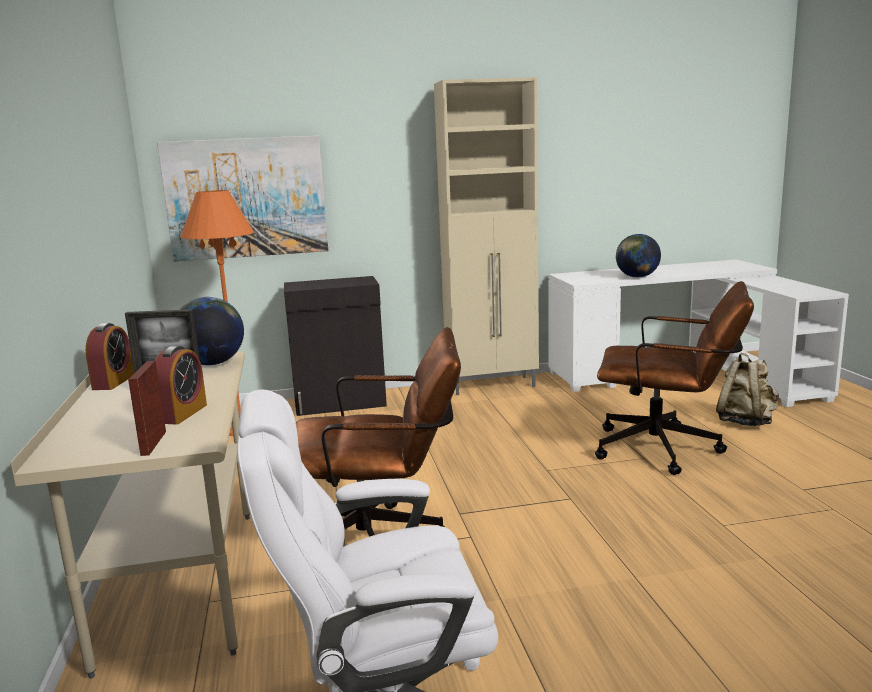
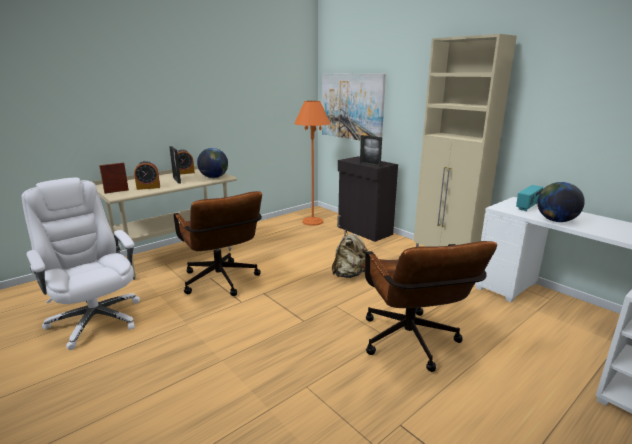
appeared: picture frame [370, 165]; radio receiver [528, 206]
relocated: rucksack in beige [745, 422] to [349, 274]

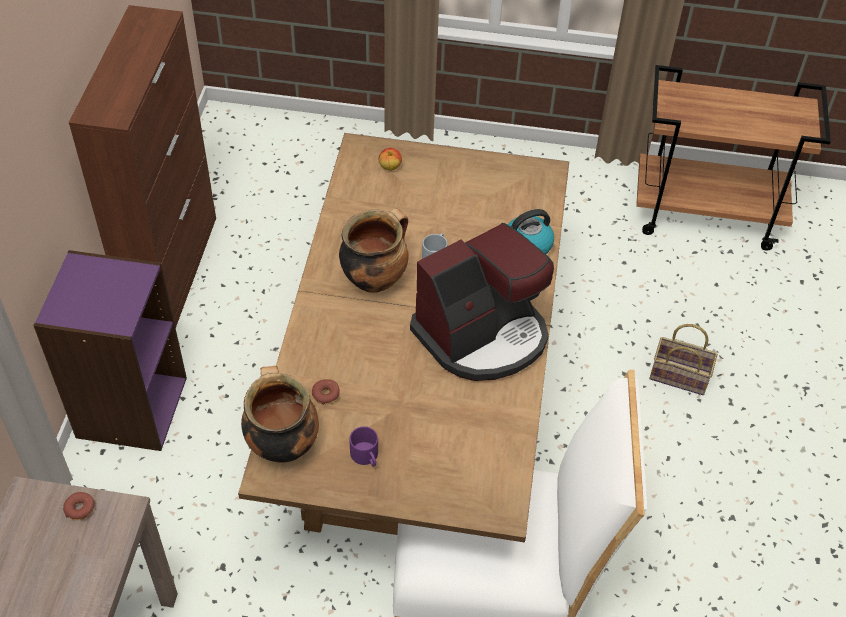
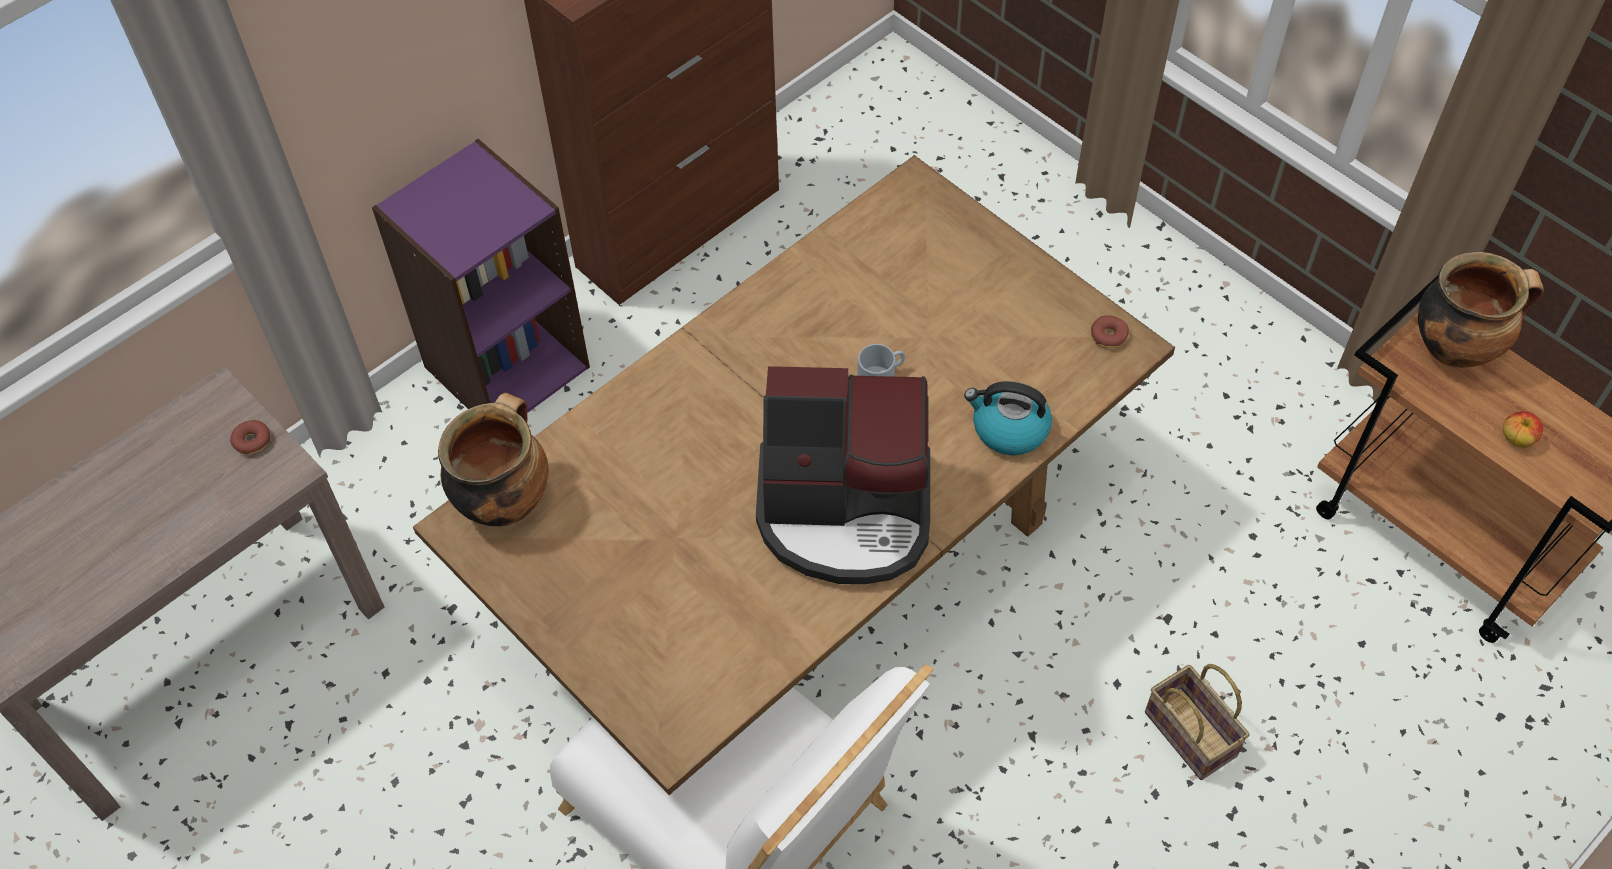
missing: tea mug in purple-coloured [367, 456]
relocated: apple fruit [390, 167] to [1517, 439]; cooking pot [374, 278] to [1455, 347]; ring doughnut [326, 394] to [1108, 336]

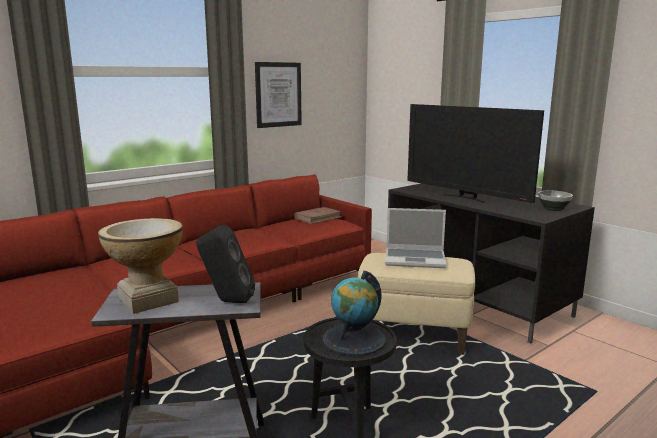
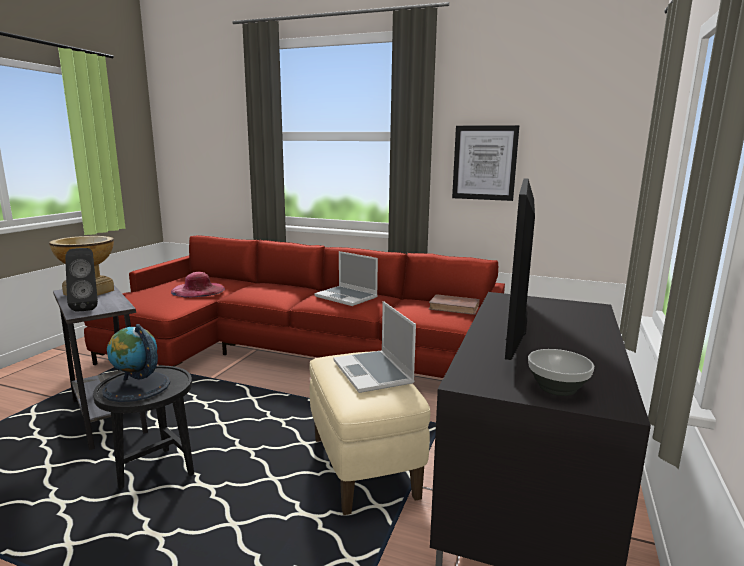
appeared: laptop [347, 297]; clothing hat in pink [198, 290]

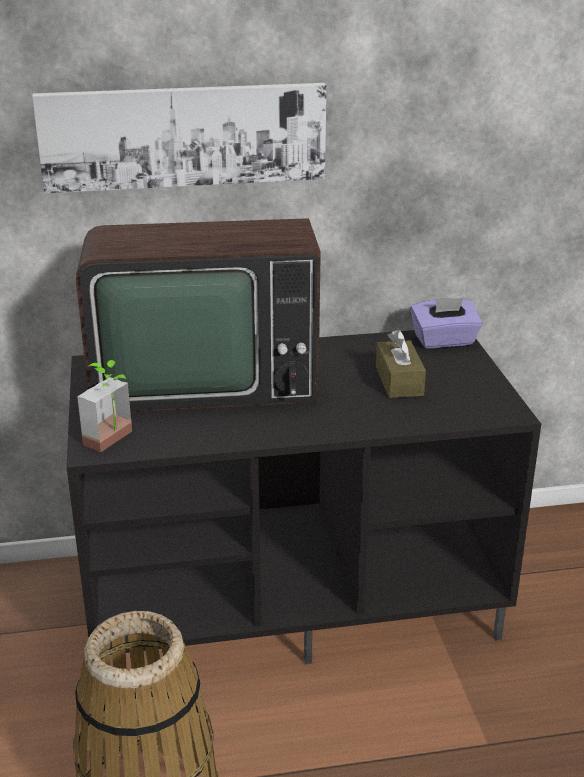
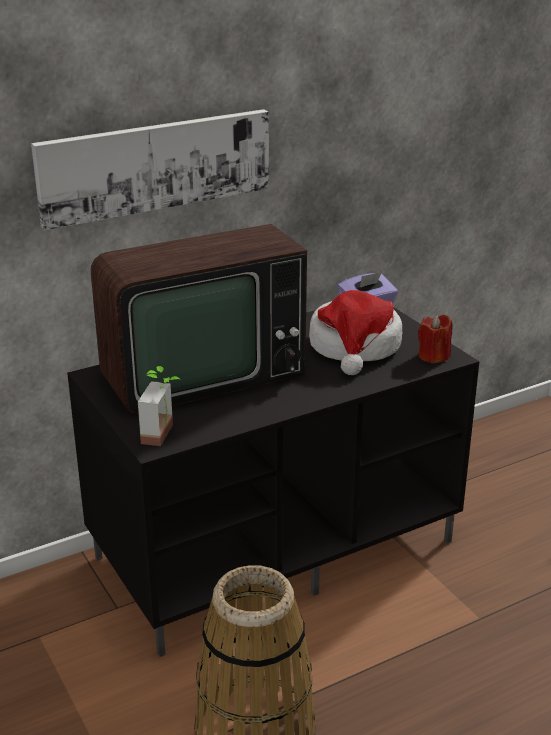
appeared: wax candle in red [433, 356]
exchanged: tissue holder in brownish [399, 381] to clothing hat [355, 347]

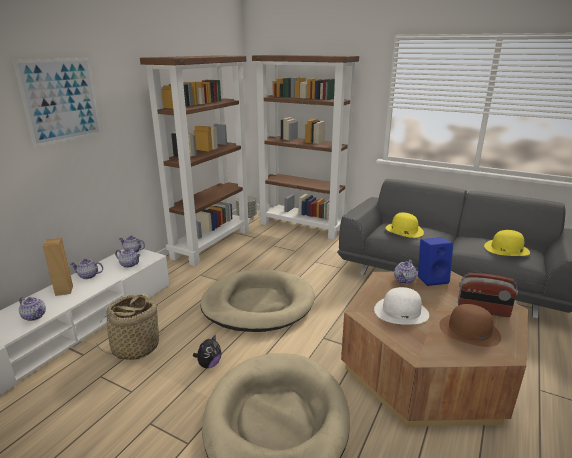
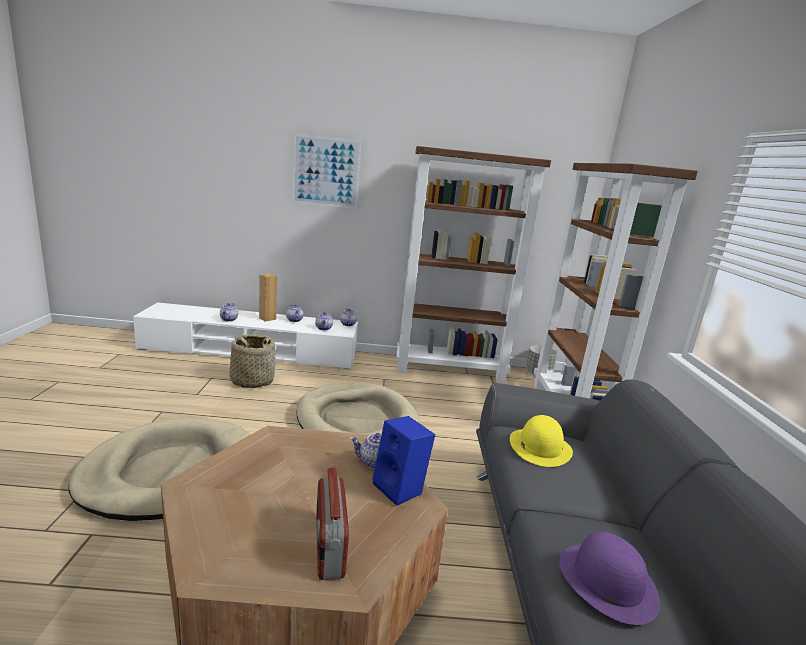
missing: clothing hat in whitish [401, 311]; clothing hat in brownish [469, 330]; soft toy [209, 364]
colour: clothing hat in yellow-coloured [506, 249] to clothing hat in purple-coloured [606, 580]

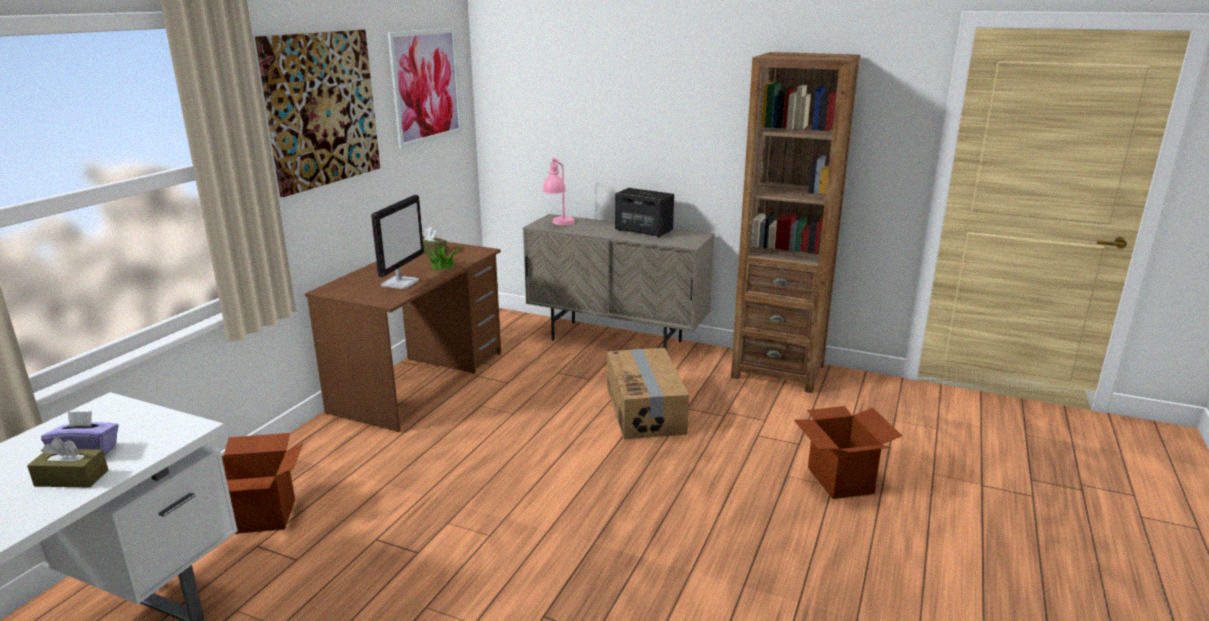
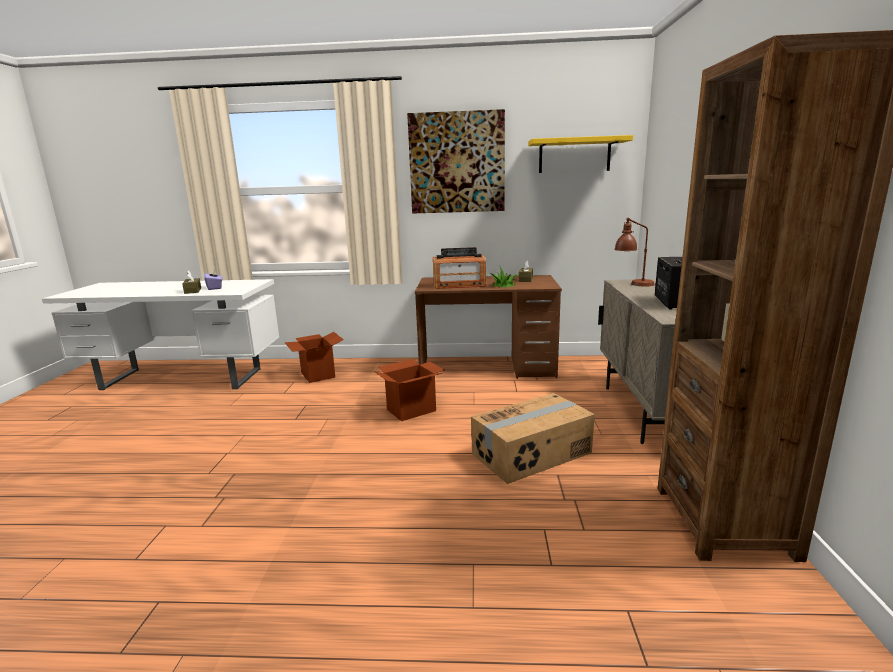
relocated: cardboard box [839, 480] to [411, 410]
exchanged: wall picture [426, 86] to wall shelf in yellow-coloured [574, 155]; computer display [400, 283] to radio receiver [459, 285]
colour: table lamp in pink [559, 224] to table lamp in brownish [632, 284]

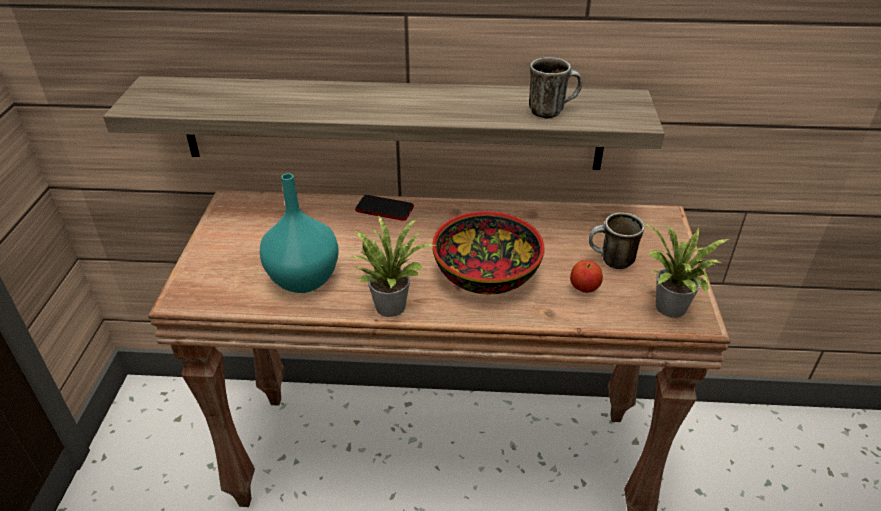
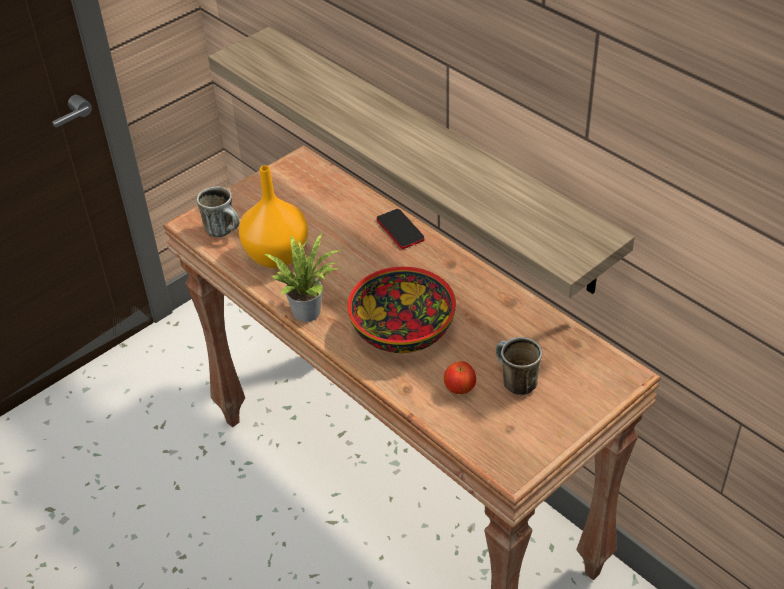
missing: potted plant [669, 310]
relocated: tea mug [551, 111] to [224, 231]
colour: decorative vase in turquoise-coloured [305, 280] to decorative vase in orange-coloured [277, 256]

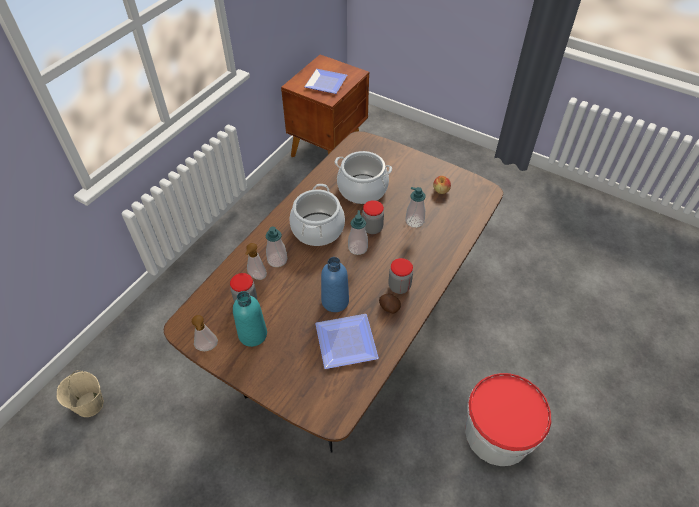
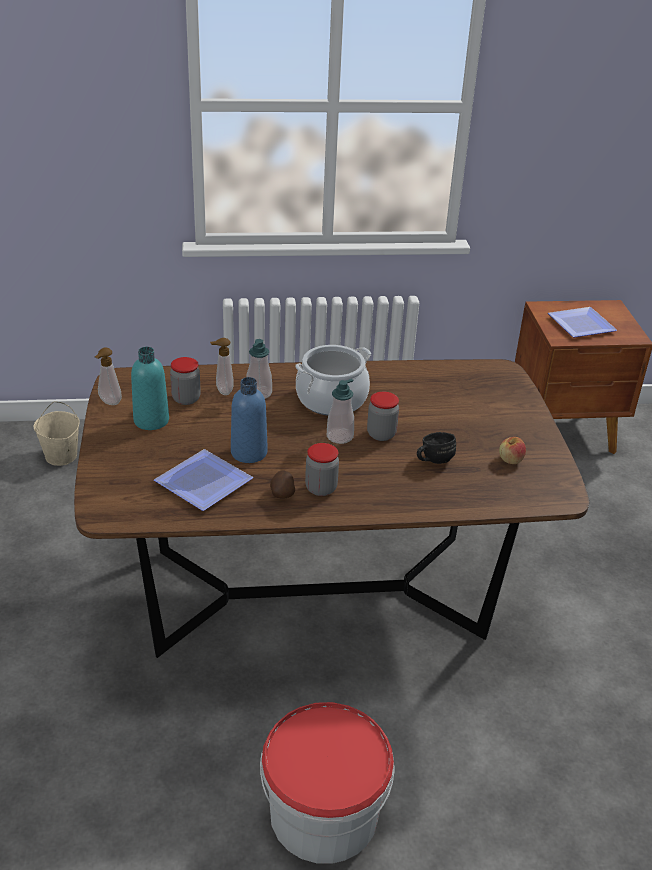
missing: cooking pot [362, 189]
exchanged: soap dispenser [414, 221] to tea mug in black-coloured [433, 460]

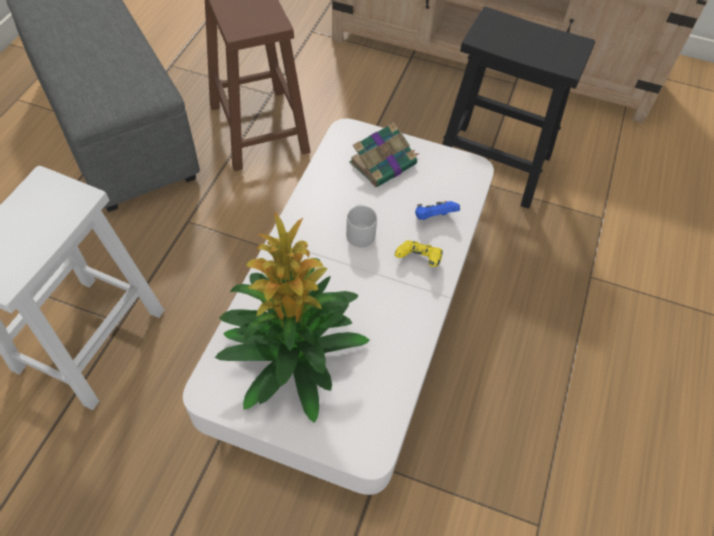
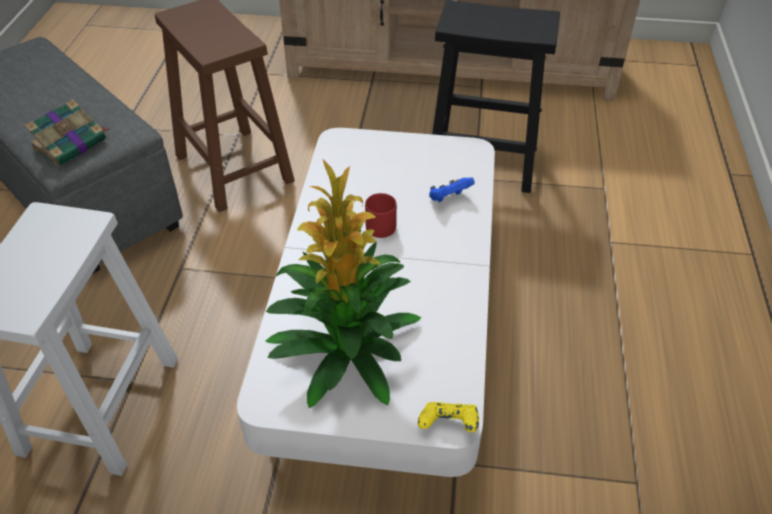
relocated: book [384, 163] to [71, 143]; gamepad in yellow-coloured [418, 260] to [448, 426]
colour: tea mug in greyish [360, 233] to tea mug in red [379, 225]

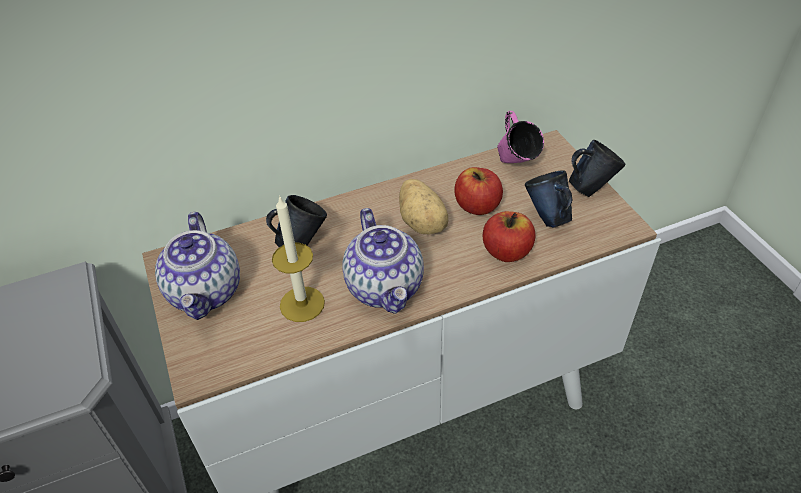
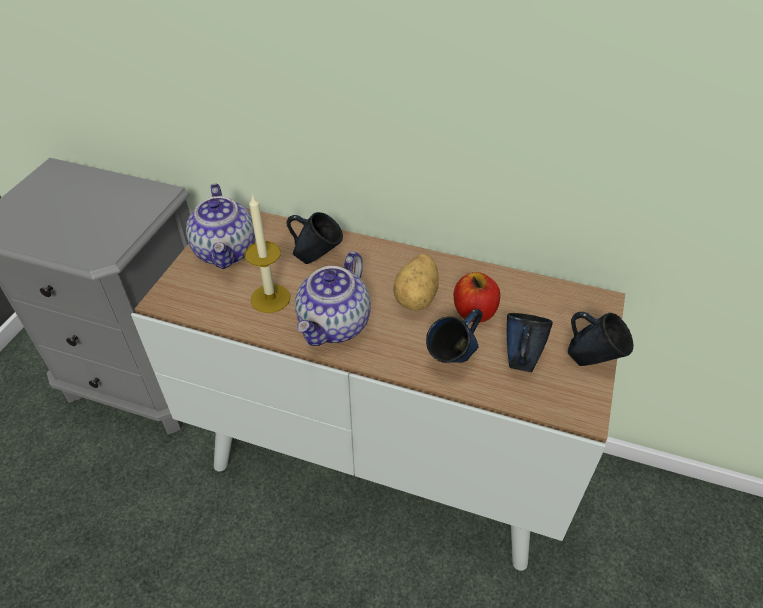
missing: tea mug in pink [515, 165]
exchanged: apple fruit [506, 252] to tea mug in blue-coloured [453, 361]
spun: teapot [206, 292] = [226, 251] 45 degrees counterclockwise

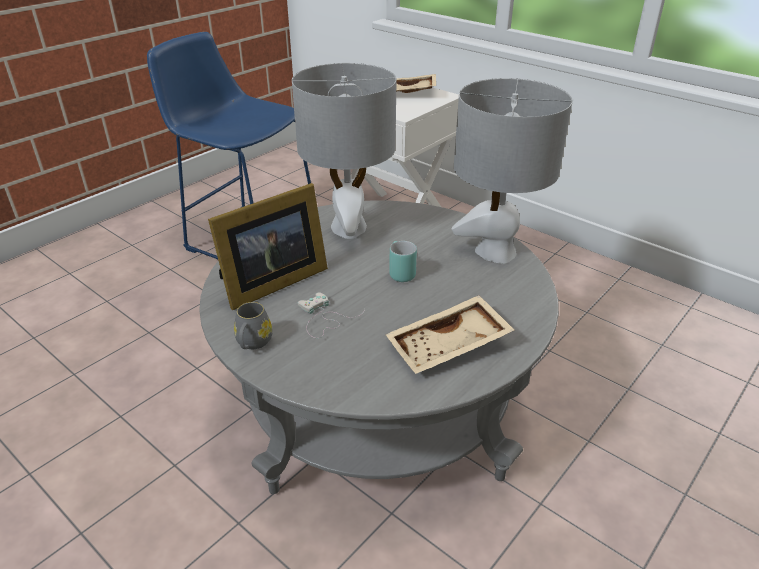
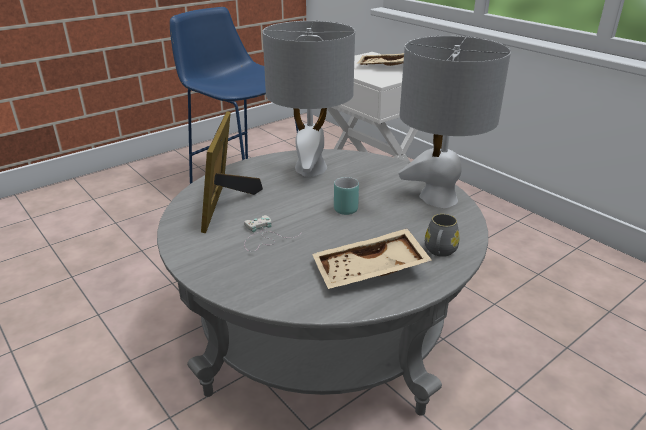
relocated: tea mug in greyish [252, 343] to [439, 252]
spun: picture frame [270, 283] = [227, 205] 120 degrees clockwise

